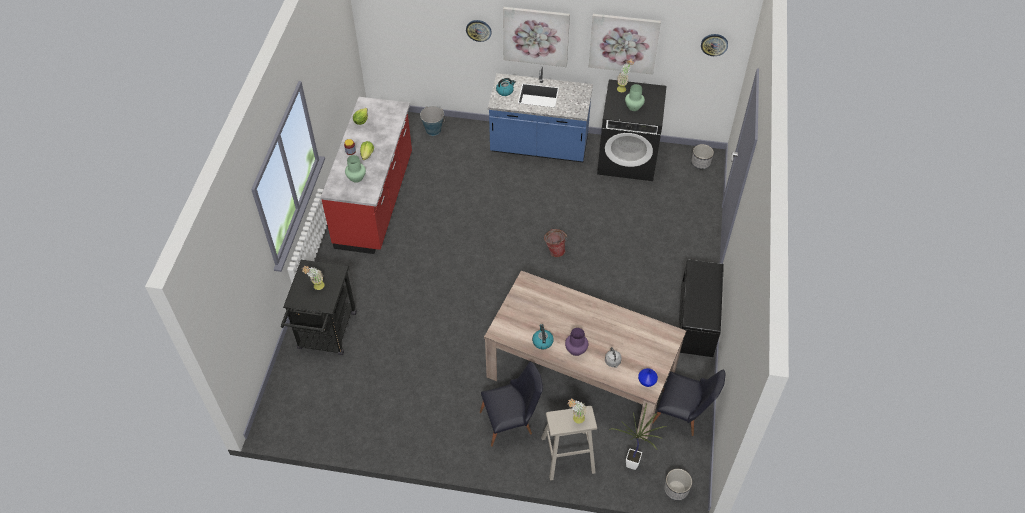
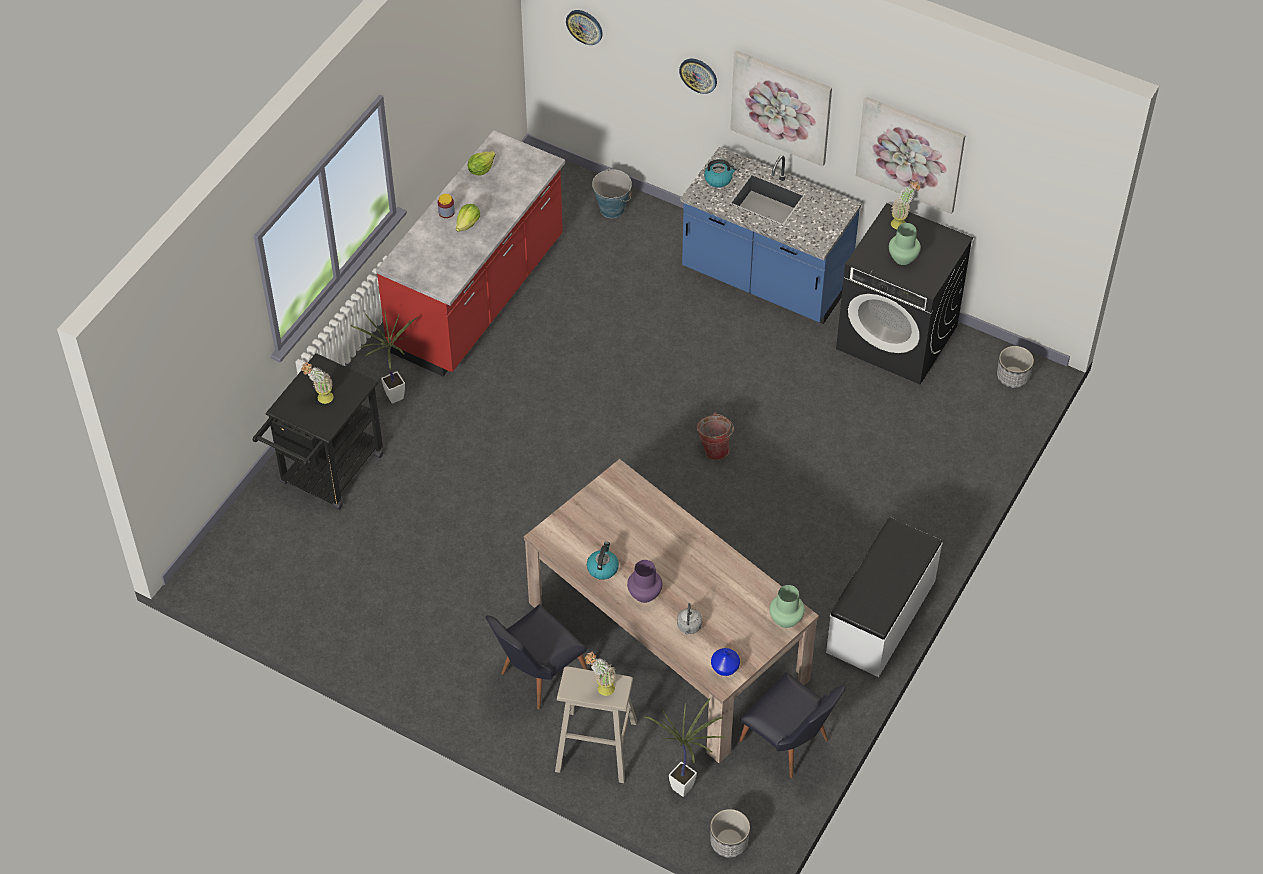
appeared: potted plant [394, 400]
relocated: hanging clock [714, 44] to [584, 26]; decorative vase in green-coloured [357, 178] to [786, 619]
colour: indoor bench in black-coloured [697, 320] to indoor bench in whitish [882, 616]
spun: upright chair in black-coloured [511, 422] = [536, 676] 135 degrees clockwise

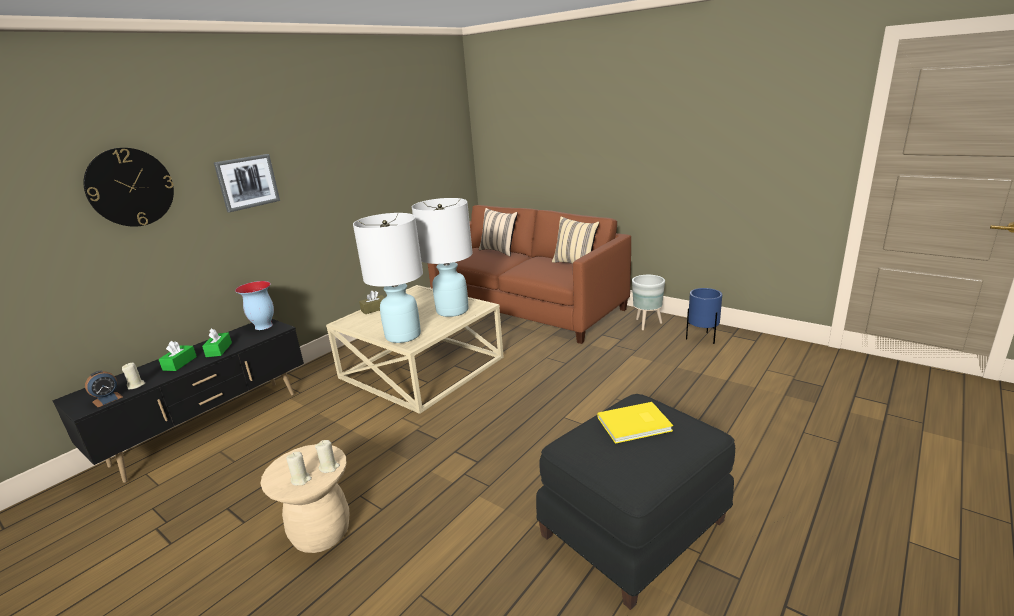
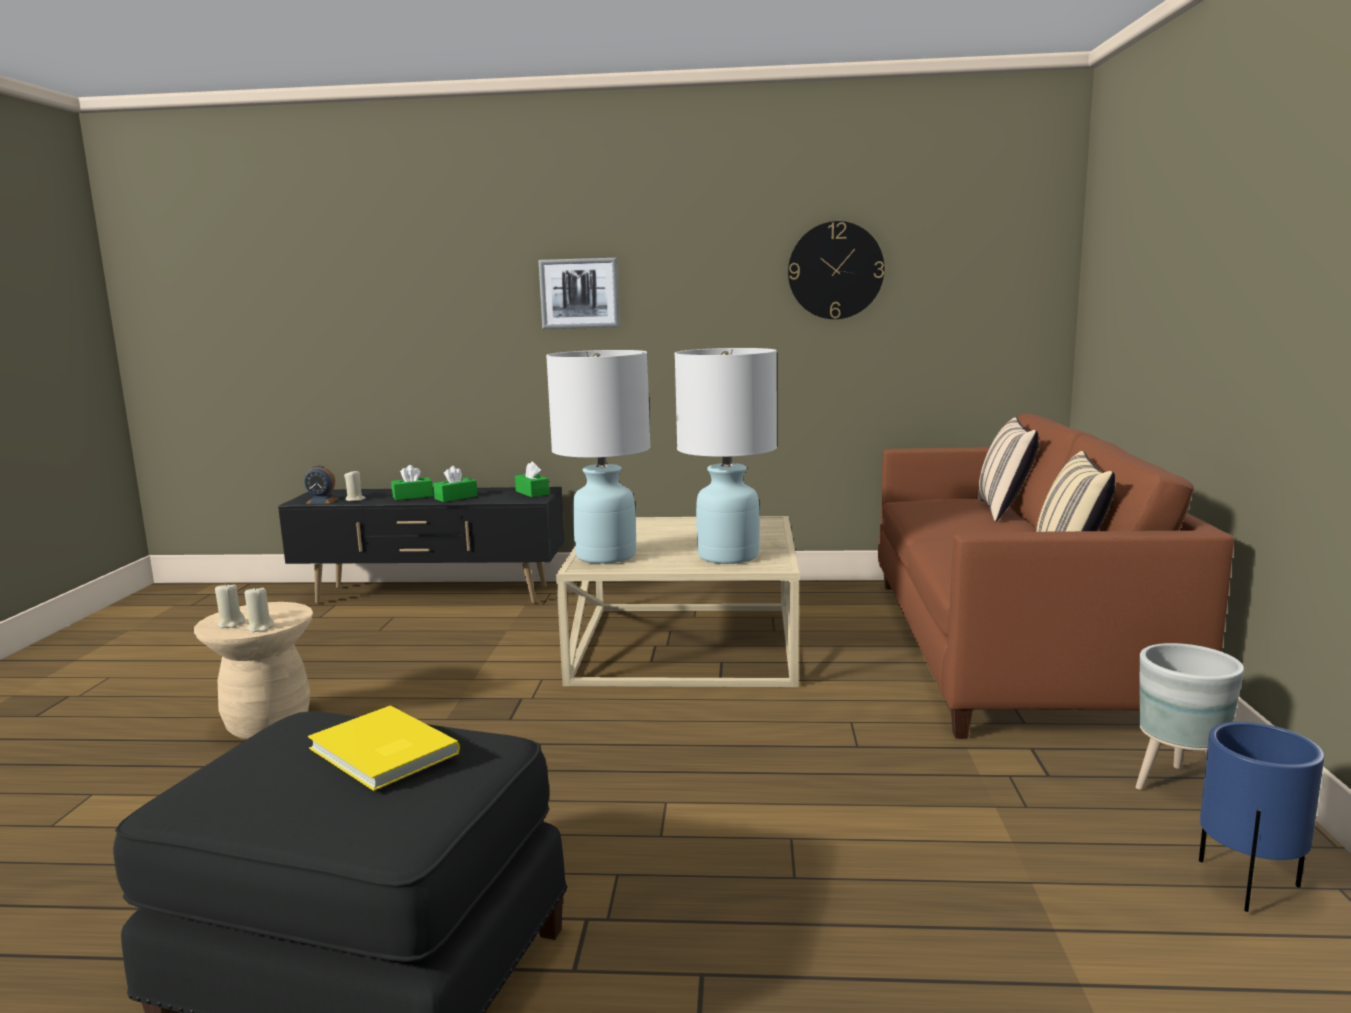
missing: tissue holder in brownish [374, 309]
relocated: hanging clock [130, 187] to [835, 270]
exchanged: decorative vase [263, 326] to tissue holder in green-coloured [532, 493]

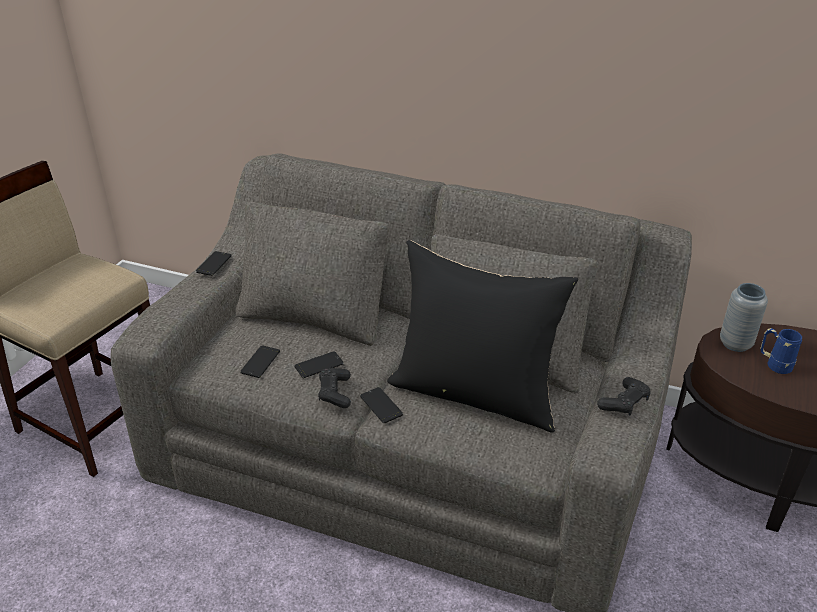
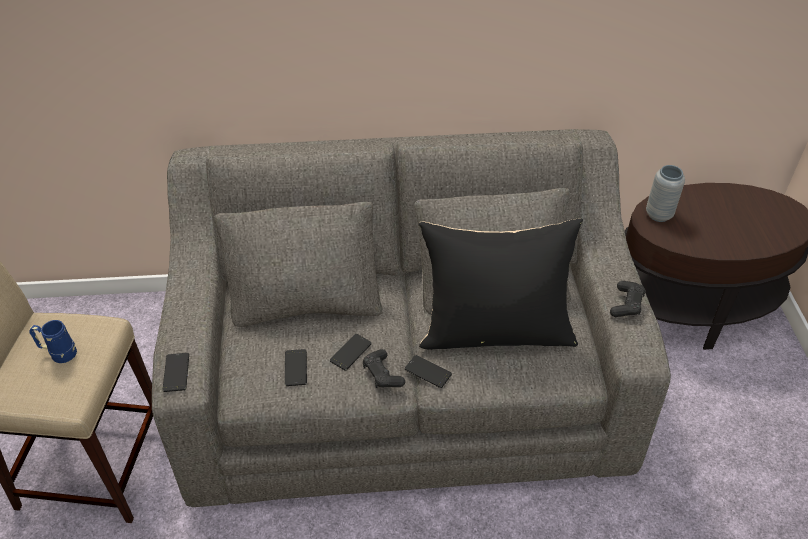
relocated: phone [214, 264] to [176, 372]; tea mug in blue-coloured [774, 365] to [59, 353]

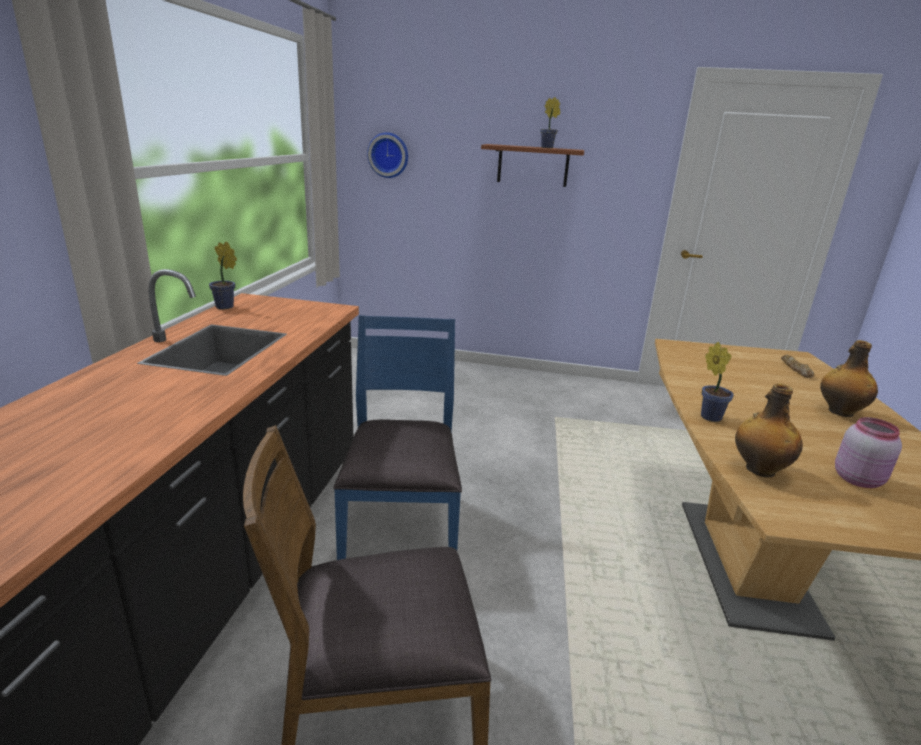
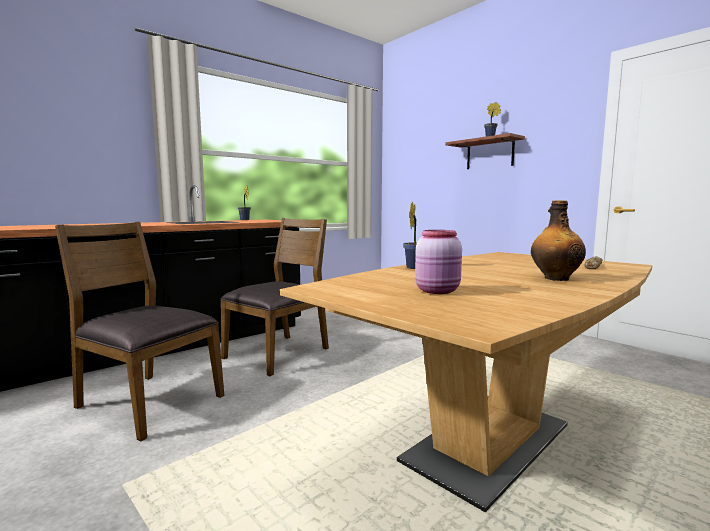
missing: hanging clock [388, 155]; drink bottle [759, 469]
colour: upright chair in blue-coloured [401, 527] to upright chair in brownish [278, 353]

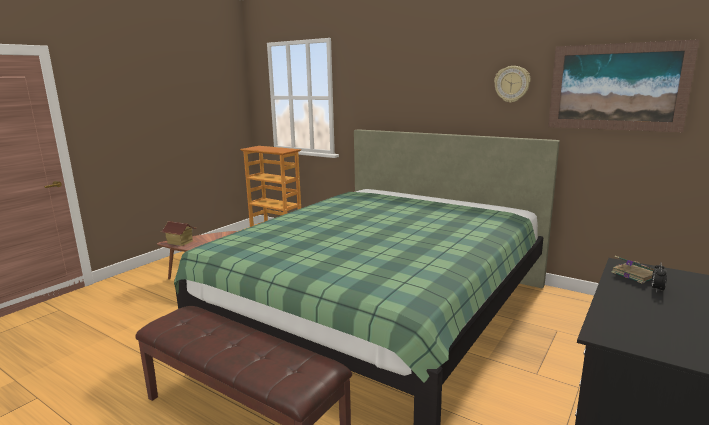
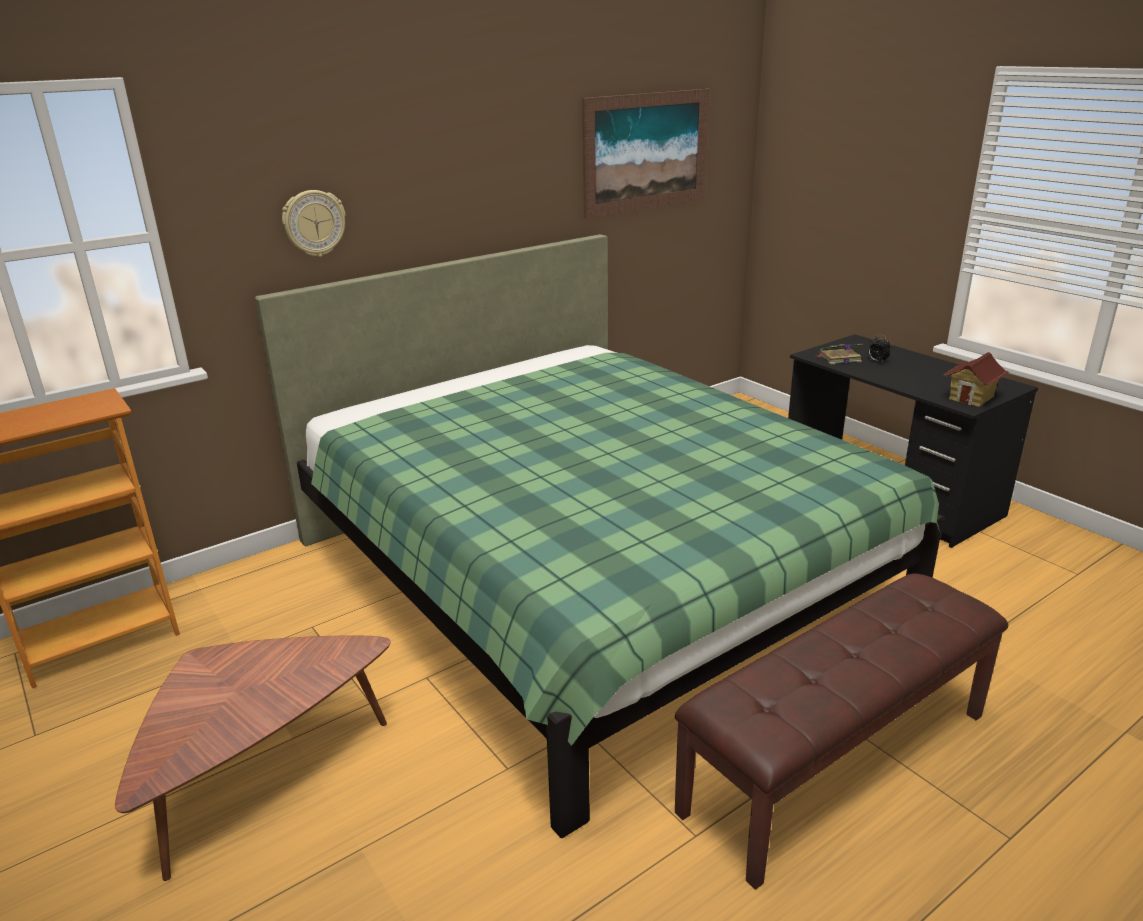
relocated: hanging clock [512, 84] to [314, 223]; miniature house [180, 242] to [972, 398]

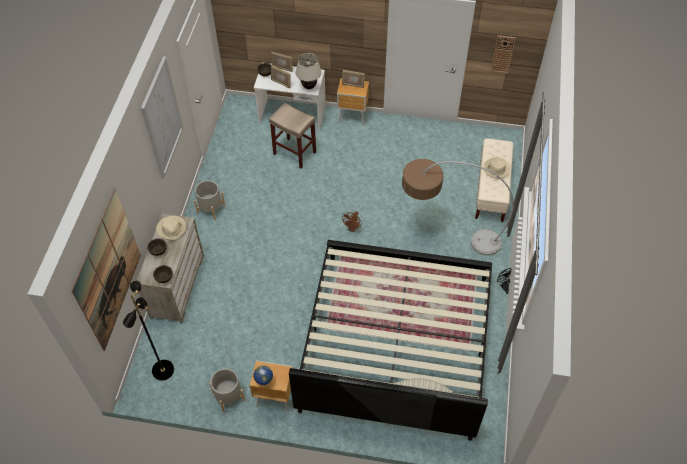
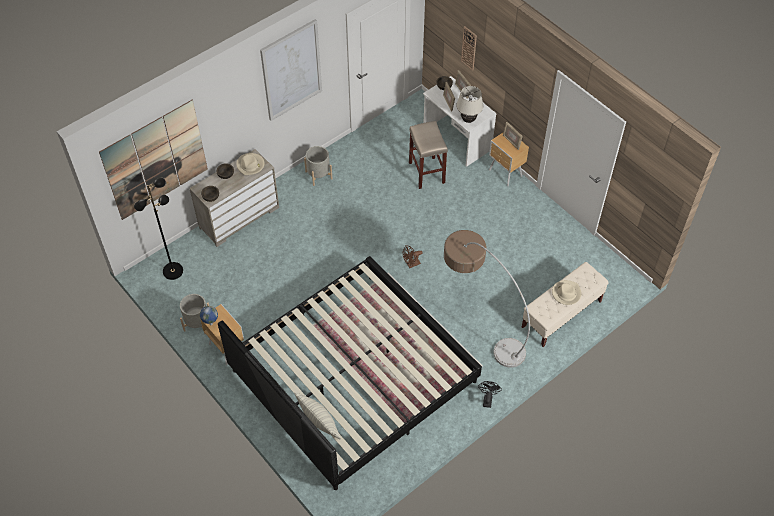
relocated: hanging clock [503, 54] to [469, 48]

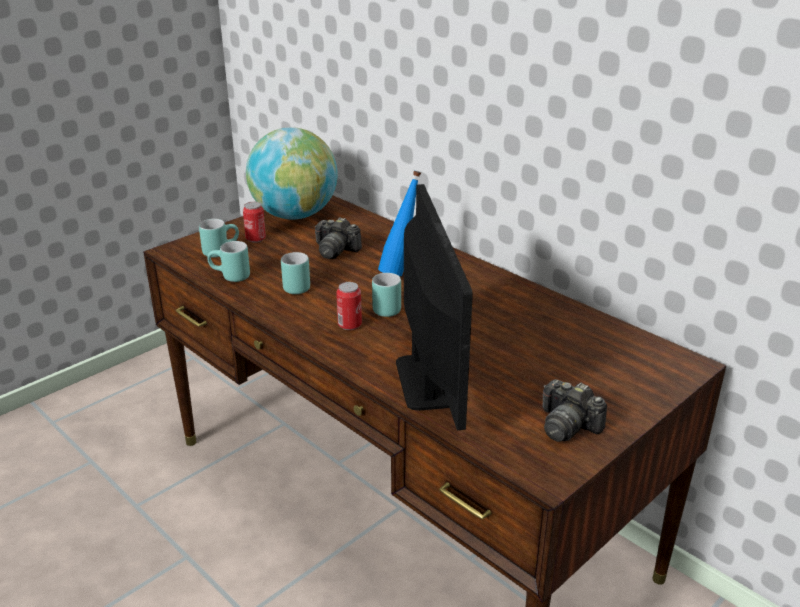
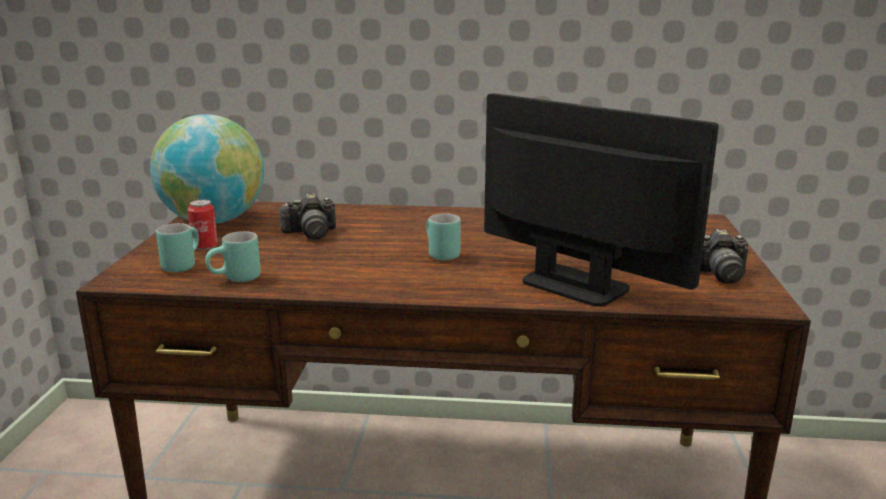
missing: drink bottle in blue-coloured [400, 271]; tea mug in turquoise-coloured [294, 286]; can [349, 325]

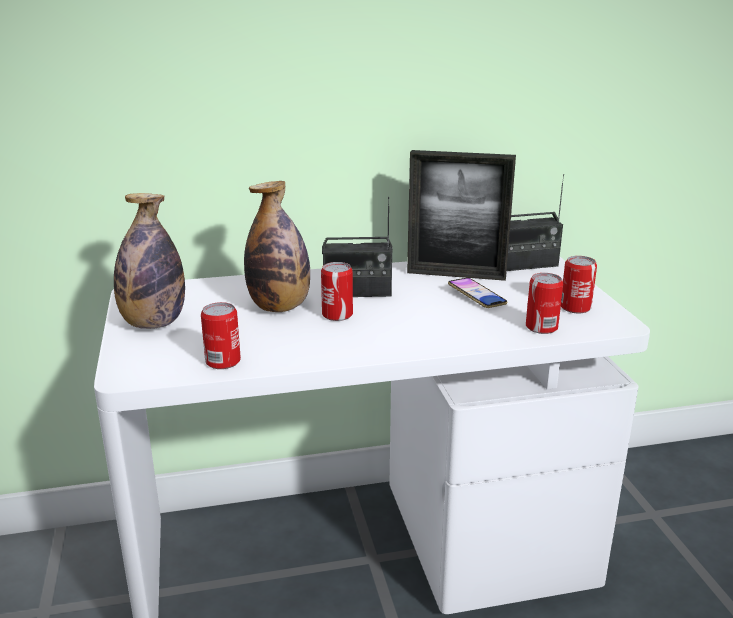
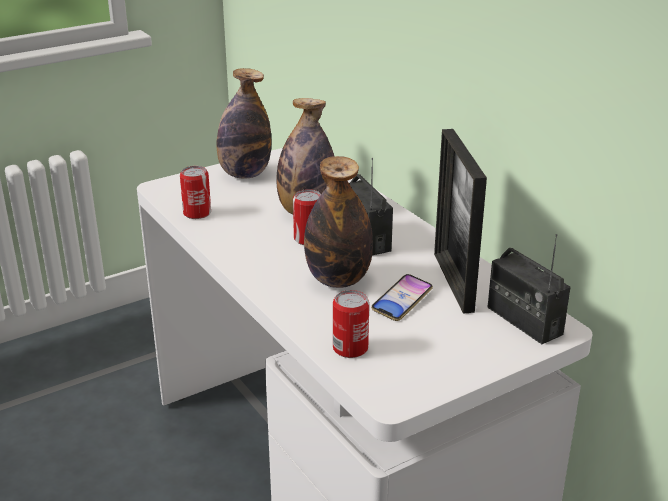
missing: can [575, 307]
appeared: drink bottle [338, 279]

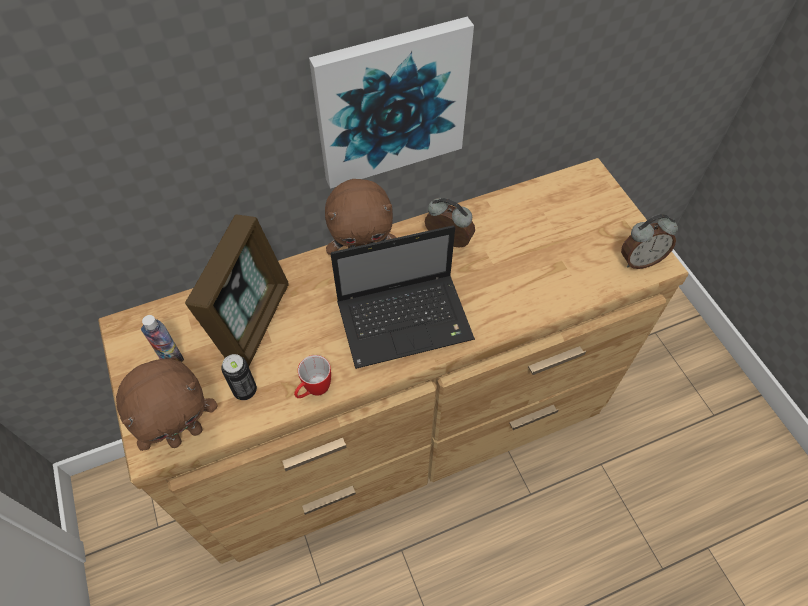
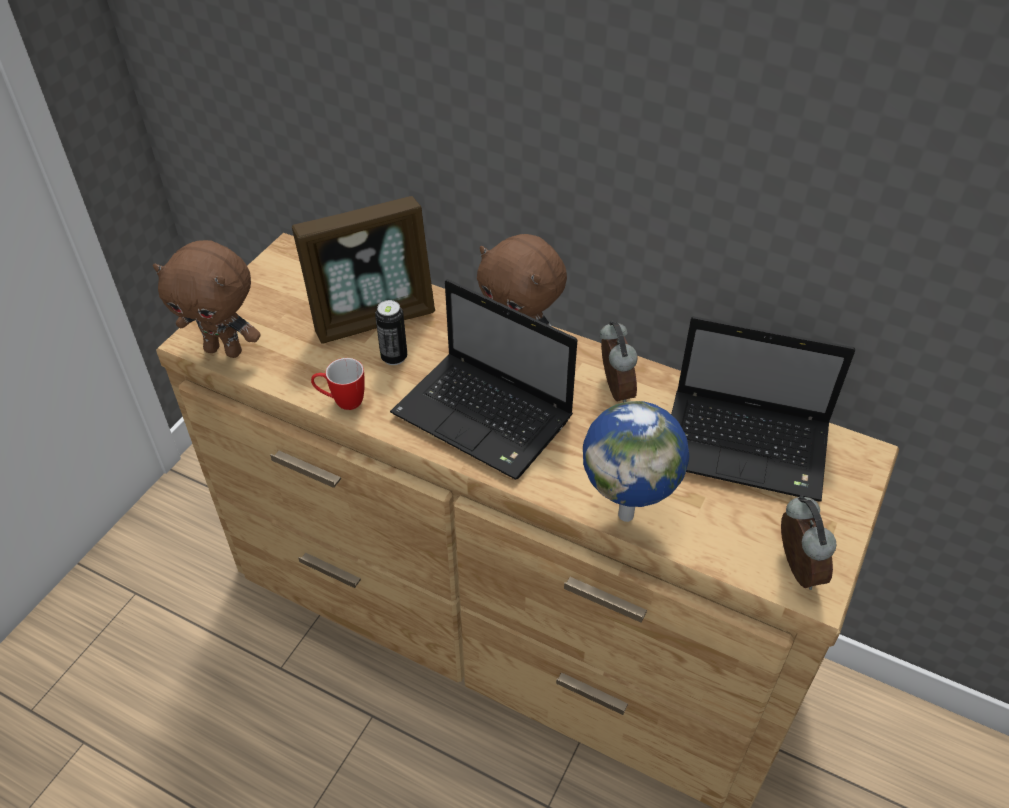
missing: wall picture [391, 103]; drink bottle [171, 357]
appeared: laptop [748, 447]; globe [627, 513]
relocated: can [245, 391] to [394, 357]
spun: alarm clock [639, 260] = [794, 569] 135 degrees counterclockwise

